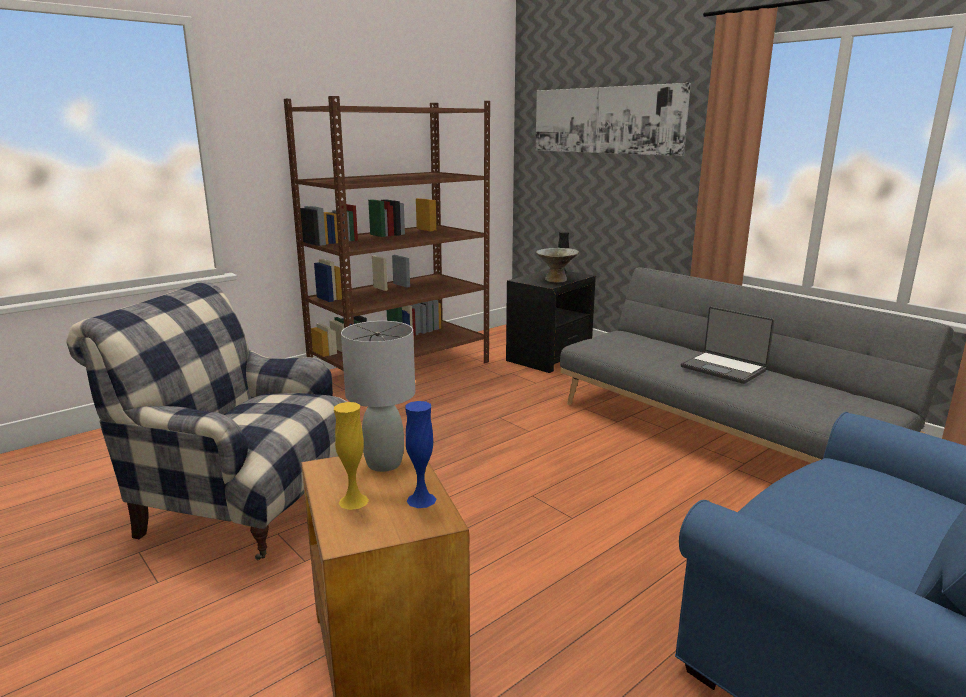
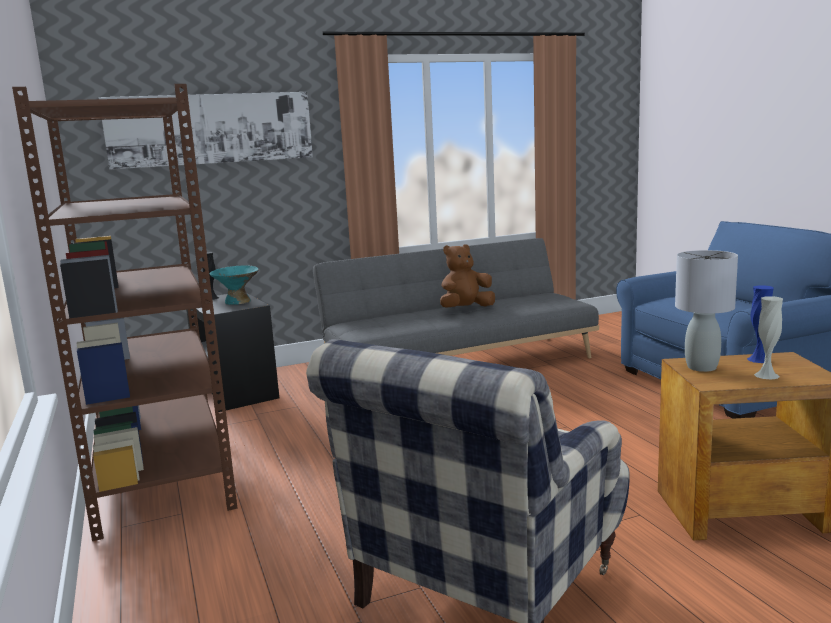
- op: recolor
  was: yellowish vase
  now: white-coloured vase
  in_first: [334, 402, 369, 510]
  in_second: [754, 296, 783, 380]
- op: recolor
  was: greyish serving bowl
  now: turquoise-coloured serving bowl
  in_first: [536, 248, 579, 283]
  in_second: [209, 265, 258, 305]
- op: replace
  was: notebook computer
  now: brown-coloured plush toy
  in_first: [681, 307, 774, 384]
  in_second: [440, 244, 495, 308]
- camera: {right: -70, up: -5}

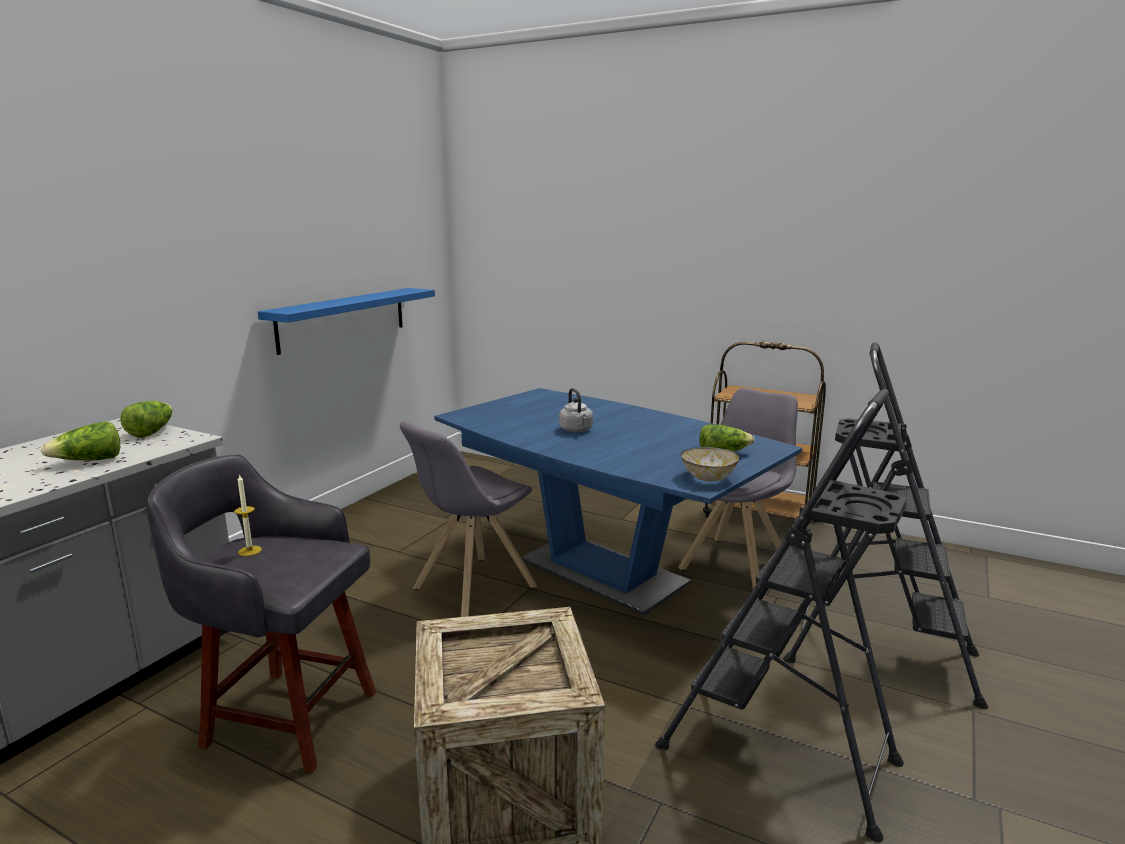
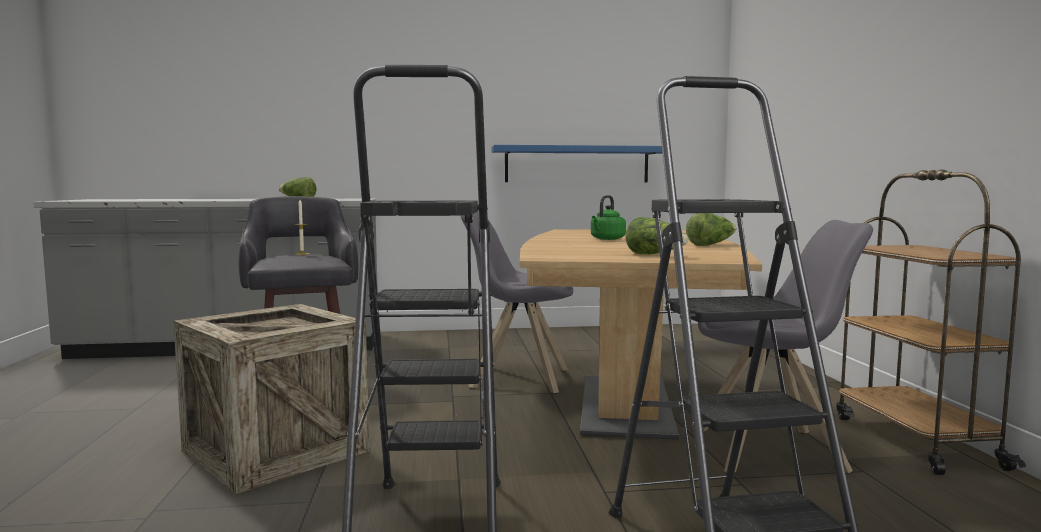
- op: move
  was: head of lettuce
  in_first: [120, 401, 173, 438]
  in_second: [686, 213, 736, 246]
- op: recolor
  was: bluish dining table
  now: brown-coloured dining table
  in_first: [434, 388, 802, 615]
  in_second: [520, 229, 762, 440]
- op: recolor
  was: greyish water kettle
  now: green-coloured water kettle
  in_first: [559, 388, 593, 432]
  in_second: [591, 195, 626, 240]
- op: delete
  was: serving bowl
  in_first: [681, 447, 739, 481]
- camera: {right: 55, up: -10}

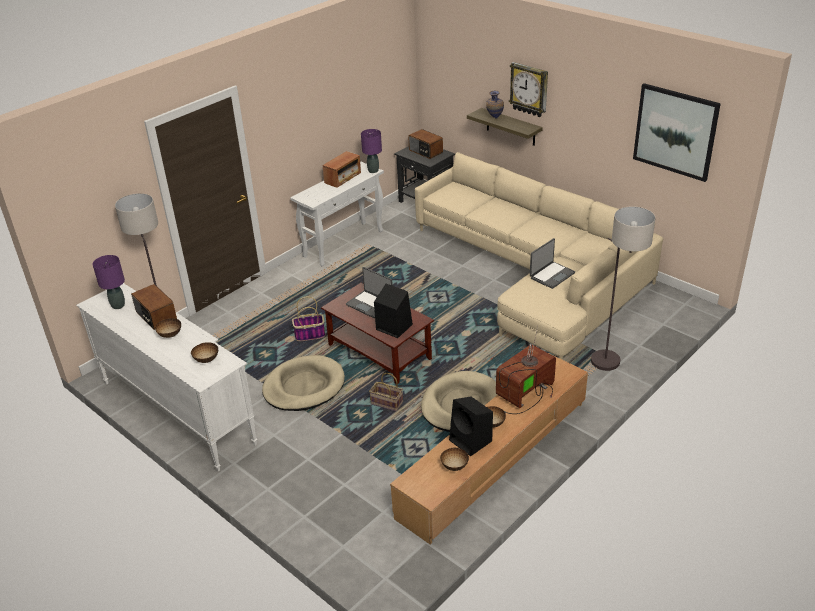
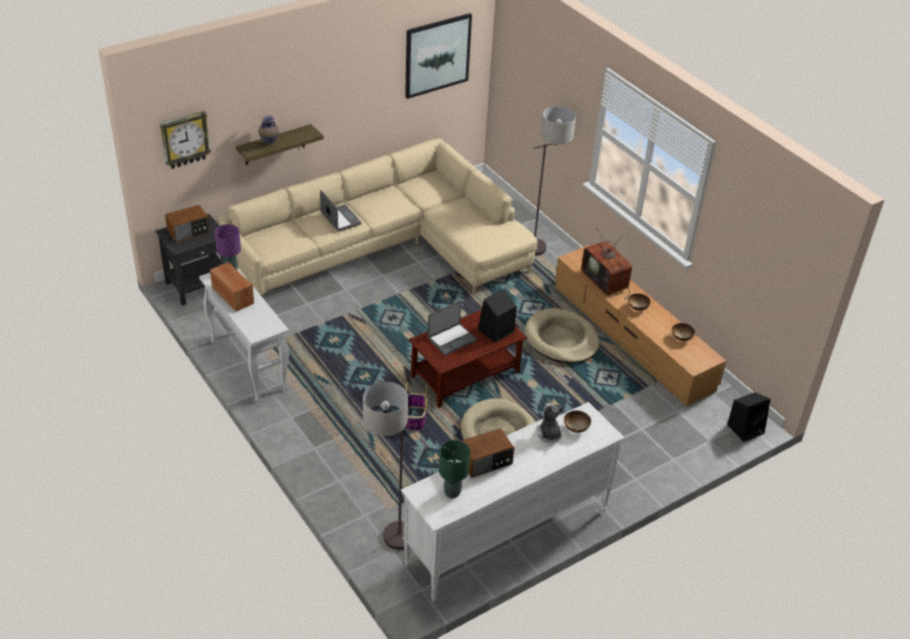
- op: recolor
  was: purplish table lamp
  now: green-coloured table lamp
  in_first: [93, 255, 125, 309]
  in_second: [439, 440, 470, 498]
- op: delete
  was: serving bowl
  in_first: [155, 318, 181, 338]
- op: delete
  was: basket
  in_first: [369, 373, 403, 412]
- op: move
  was: blackish loudspeaker
  in_first: [449, 397, 493, 456]
  in_second: [727, 392, 771, 442]
- op: move
  was: wall clock
  in_first: [509, 62, 548, 117]
  in_second: [160, 111, 211, 169]
- op: move
  was: notebook computer
  in_first: [530, 238, 575, 289]
  in_second: [320, 190, 361, 232]
- op: insert
  now: plush toy
  in_second: [537, 403, 563, 443]
- camera: {right: -80, up: 5}

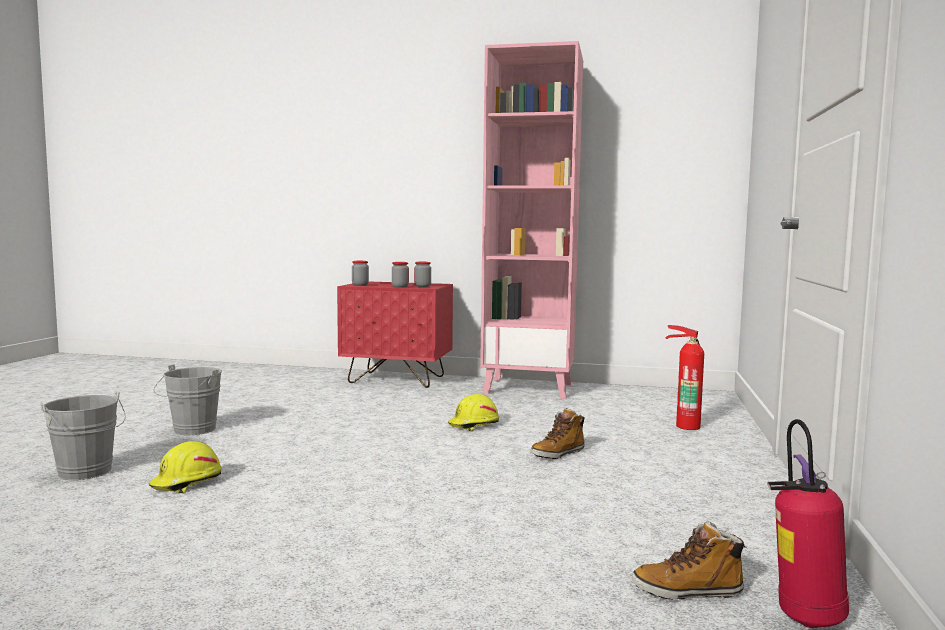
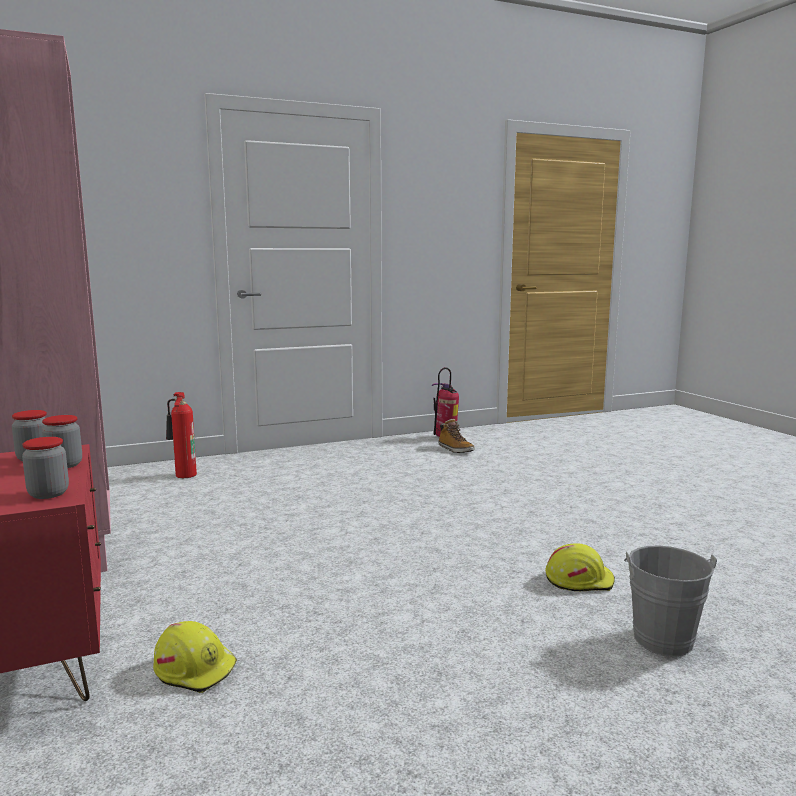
- op: delete
  was: greyish pail
  in_first: [154, 364, 222, 435]
- op: move
  was: yellowish safety helmet
  in_first: [448, 394, 499, 431]
  in_second: [153, 621, 237, 693]
- op: delete
  was: high-top boot
  in_first: [530, 408, 585, 459]
- camera: {right: -125, up: 5}

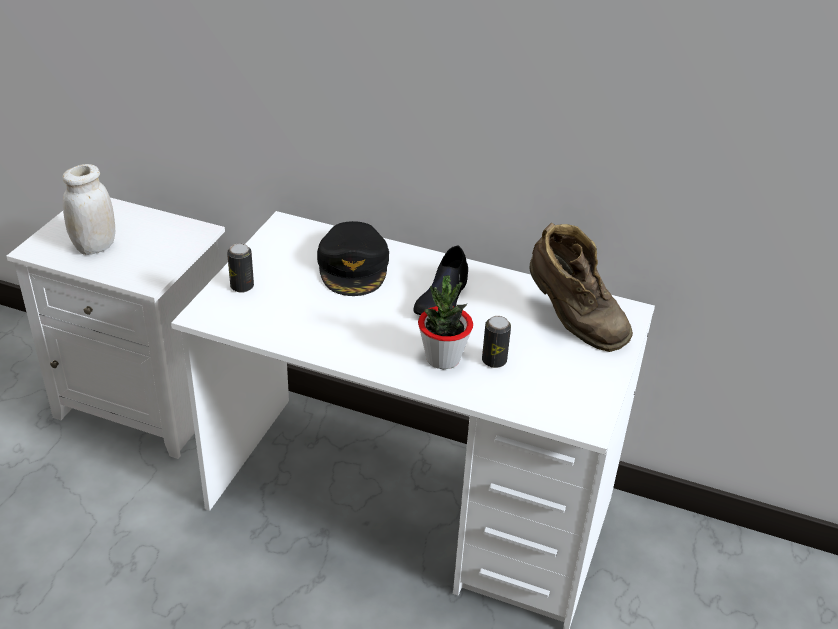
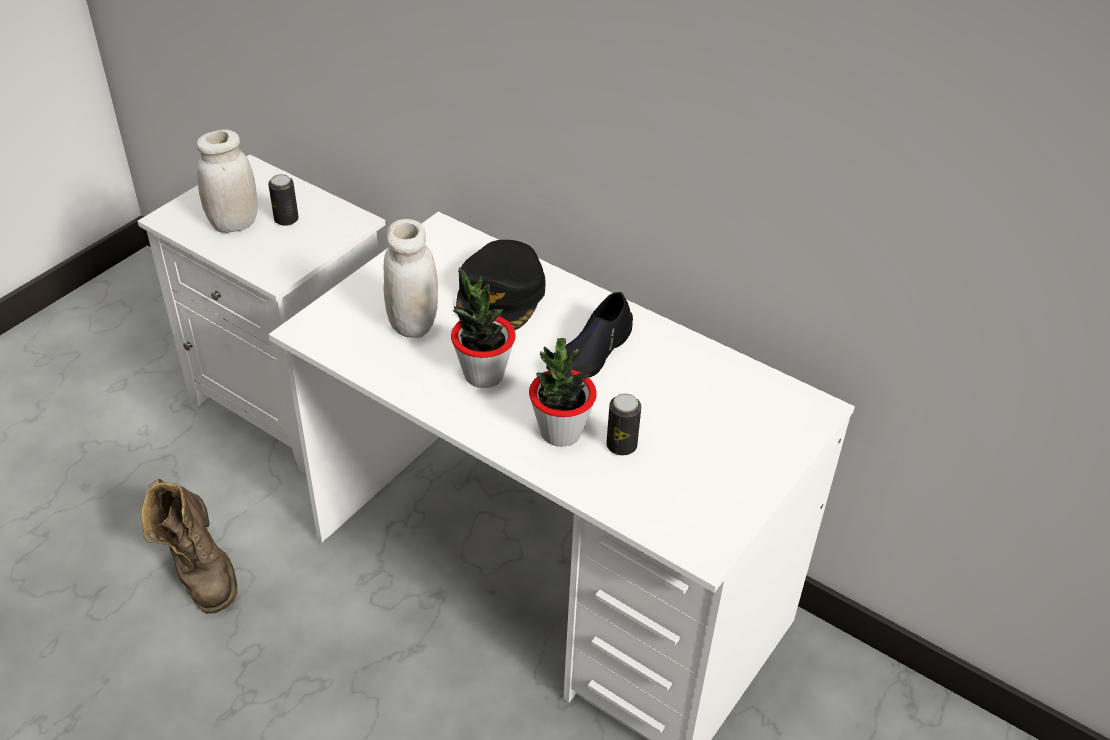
- op: move
  was: metal can
  in_first: [227, 243, 254, 293]
  in_second: [268, 174, 299, 226]
- op: move
  was: brown-coloured high-top boot
  in_first: [530, 223, 633, 352]
  in_second: [142, 479, 237, 614]
- op: insert
  now: white-coloured storage jar
  in_second: [383, 219, 438, 338]
- op: insert
  now: potted plant
  in_second: [451, 267, 516, 388]
- camera: {right: 15, up: 5}

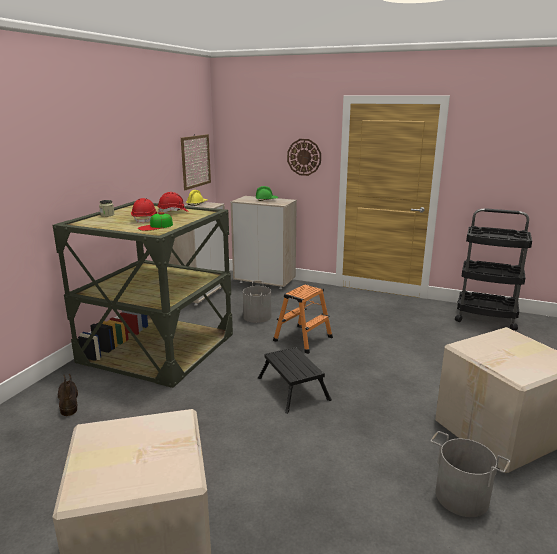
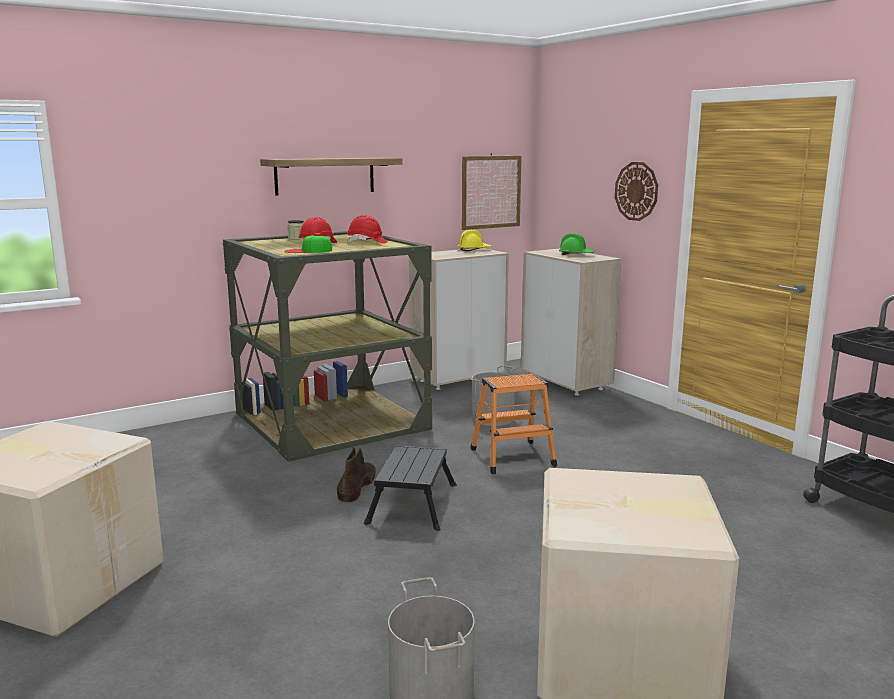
- op: move
  was: brown-coloured high-top boot
  in_first: [58, 374, 78, 417]
  in_second: [337, 447, 376, 502]
- op: insert
  now: bracket shelf
  in_second: [260, 158, 403, 196]
- camera: {right: 35, up: -5}

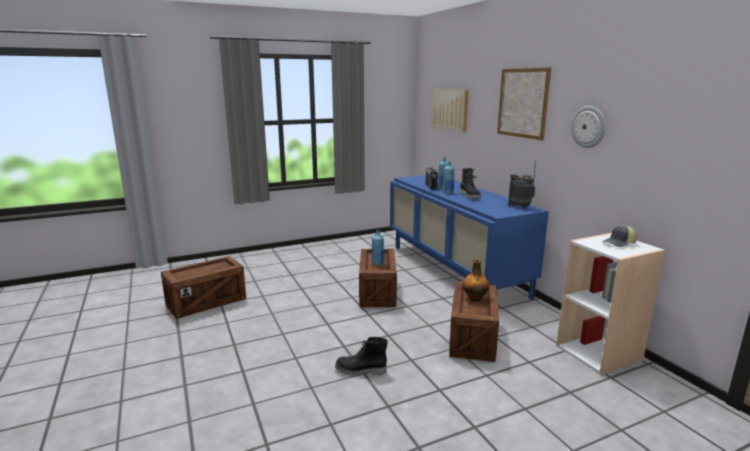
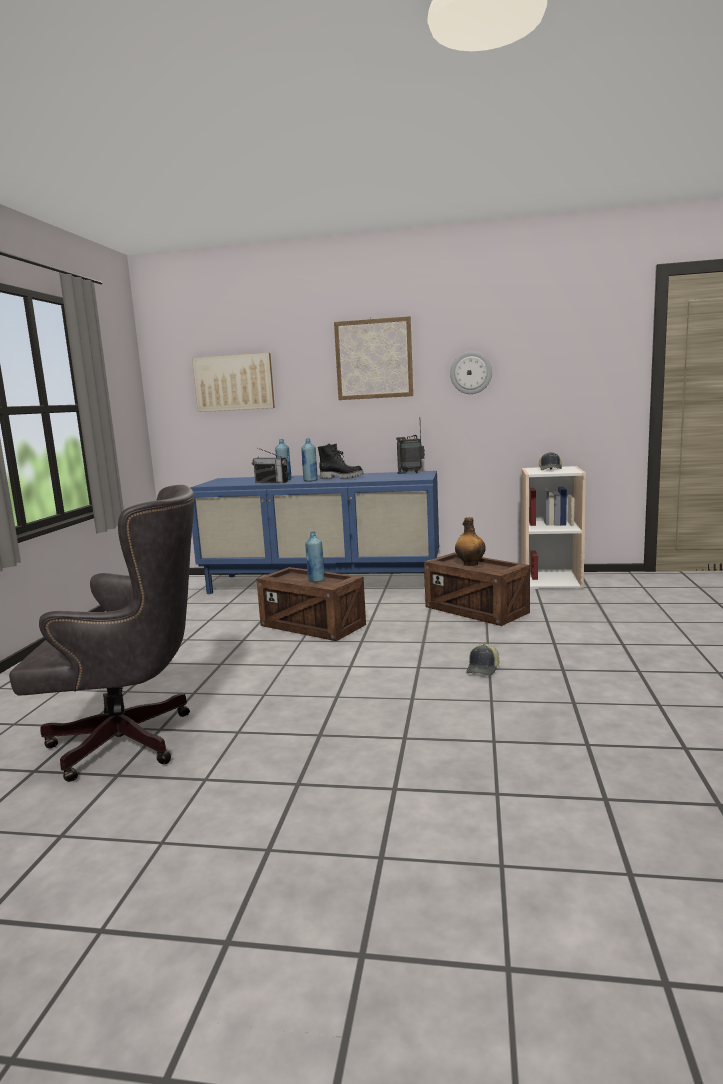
- op: replace
  was: shipping crate
  now: greyish office chair
  in_first: [161, 256, 246, 319]
  in_second: [9, 485, 194, 782]
- op: replace
  was: blackish high-top boot
  now: baseball cap
  in_first: [335, 337, 388, 376]
  in_second: [466, 644, 499, 676]
- camera: {right: -55, up: -5}

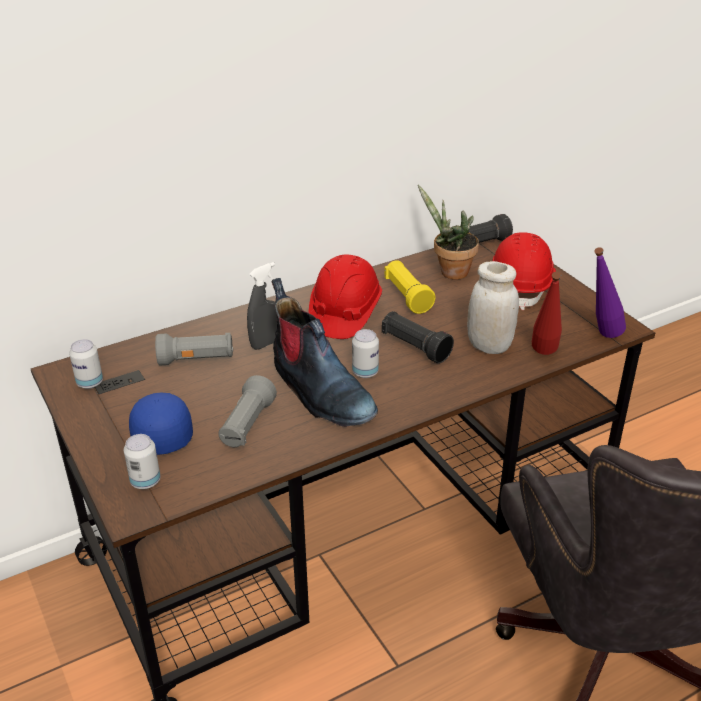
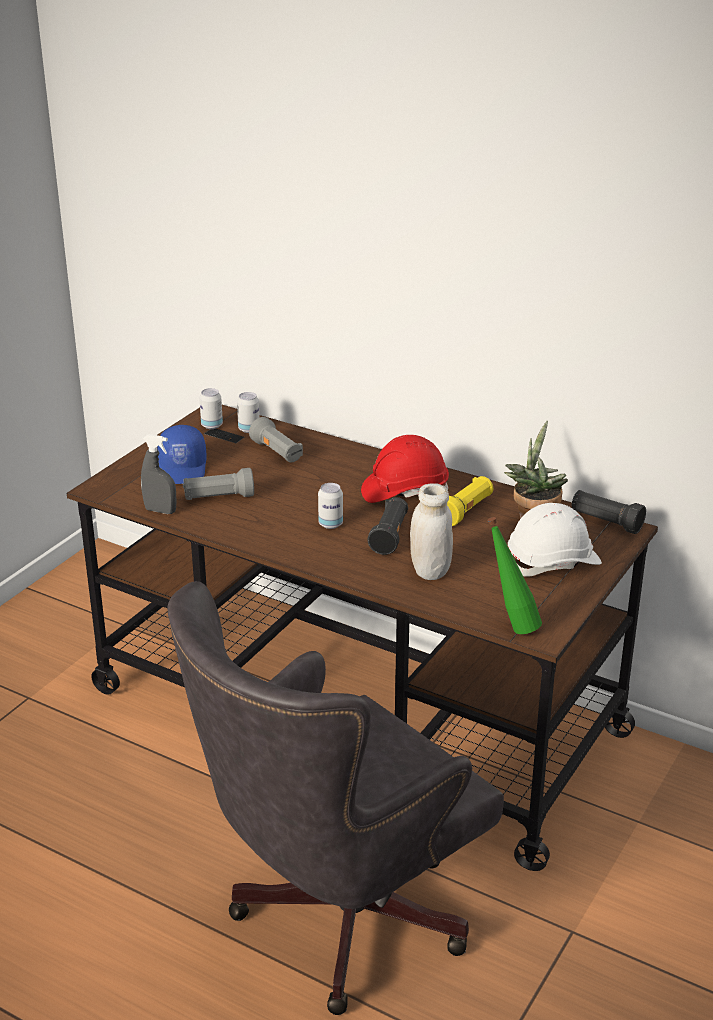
- op: move
  was: metal can
  in_first: [124, 434, 161, 489]
  in_second: [237, 392, 260, 433]
- op: rotate
  was: bluish baseball cap
  in_first: [129, 393, 193, 455]
  in_second: [157, 425, 207, 484]
  clockwise: 135
- op: move
  was: greyish hand sprayer
  in_first: [247, 262, 277, 350]
  in_second: [141, 434, 176, 514]
- op: delete
  was: high-top boot
  in_first: [271, 278, 378, 427]
- op: recolor
  was: reddish safety helmet
  now: white-coloured safety helmet
  in_first: [492, 233, 556, 310]
  in_second: [508, 503, 602, 577]
- op: delete
  was: reddish drink bottle
  in_first: [532, 272, 562, 355]
- op: recolor
  was: purplish drink bottle
  now: green-coloured drink bottle
  in_first: [594, 247, 626, 338]
  in_second: [487, 517, 542, 634]
- camera: {right: 60, up: -5}

